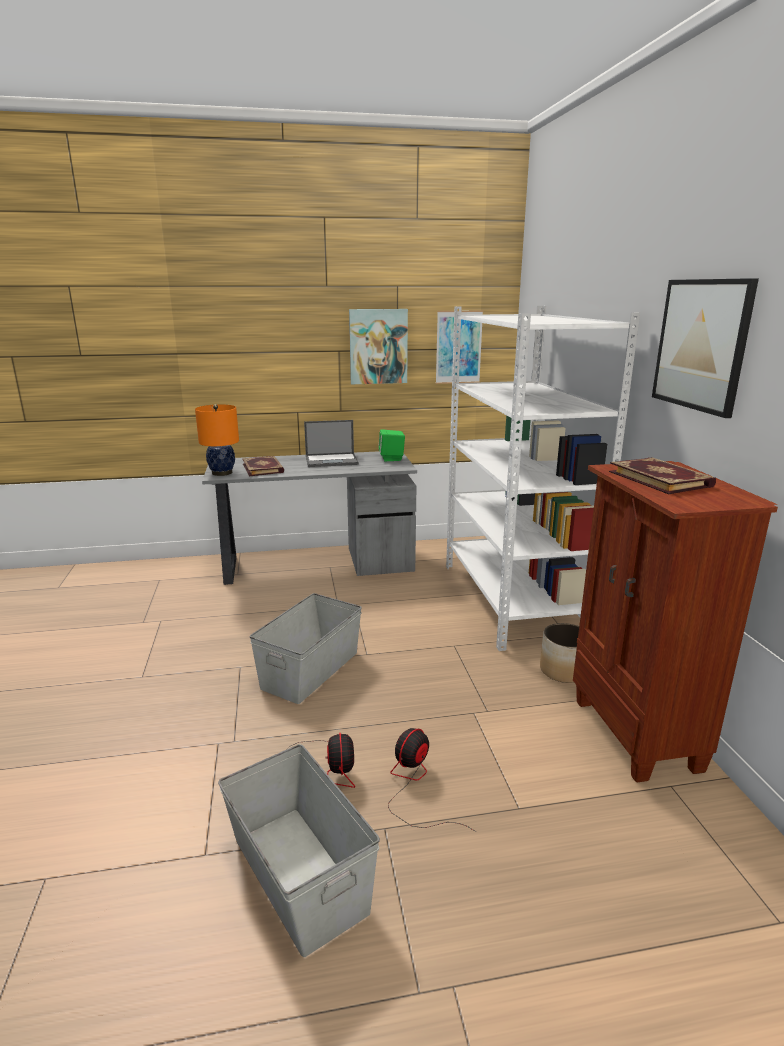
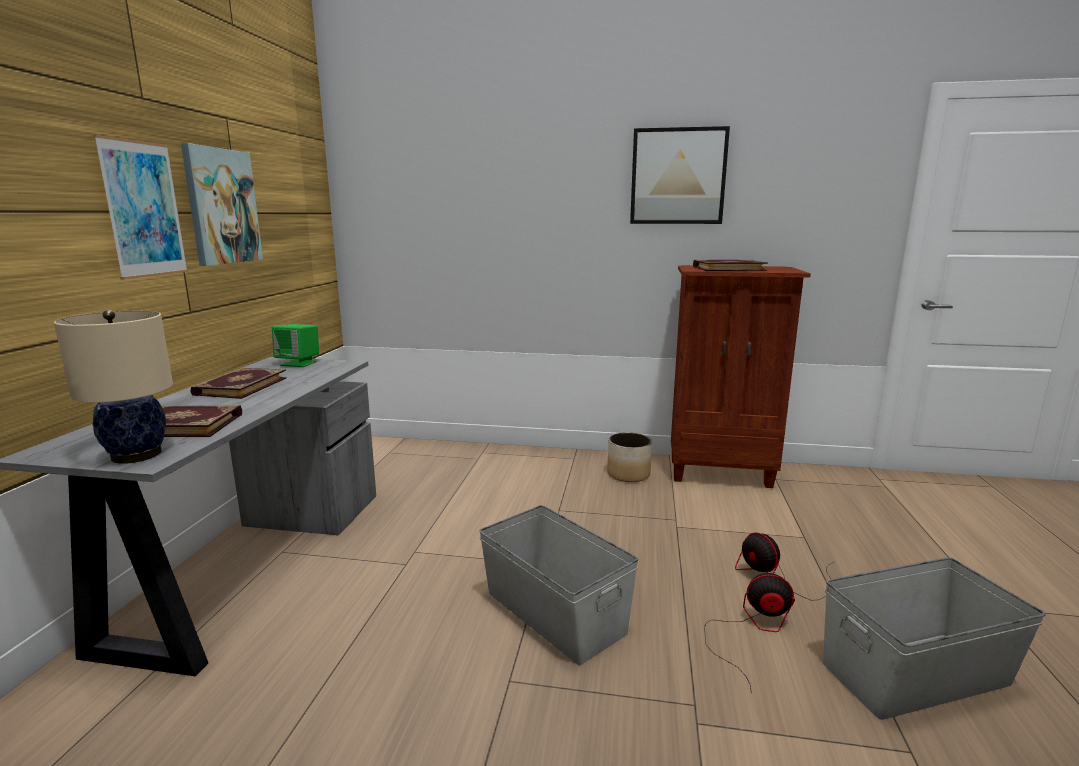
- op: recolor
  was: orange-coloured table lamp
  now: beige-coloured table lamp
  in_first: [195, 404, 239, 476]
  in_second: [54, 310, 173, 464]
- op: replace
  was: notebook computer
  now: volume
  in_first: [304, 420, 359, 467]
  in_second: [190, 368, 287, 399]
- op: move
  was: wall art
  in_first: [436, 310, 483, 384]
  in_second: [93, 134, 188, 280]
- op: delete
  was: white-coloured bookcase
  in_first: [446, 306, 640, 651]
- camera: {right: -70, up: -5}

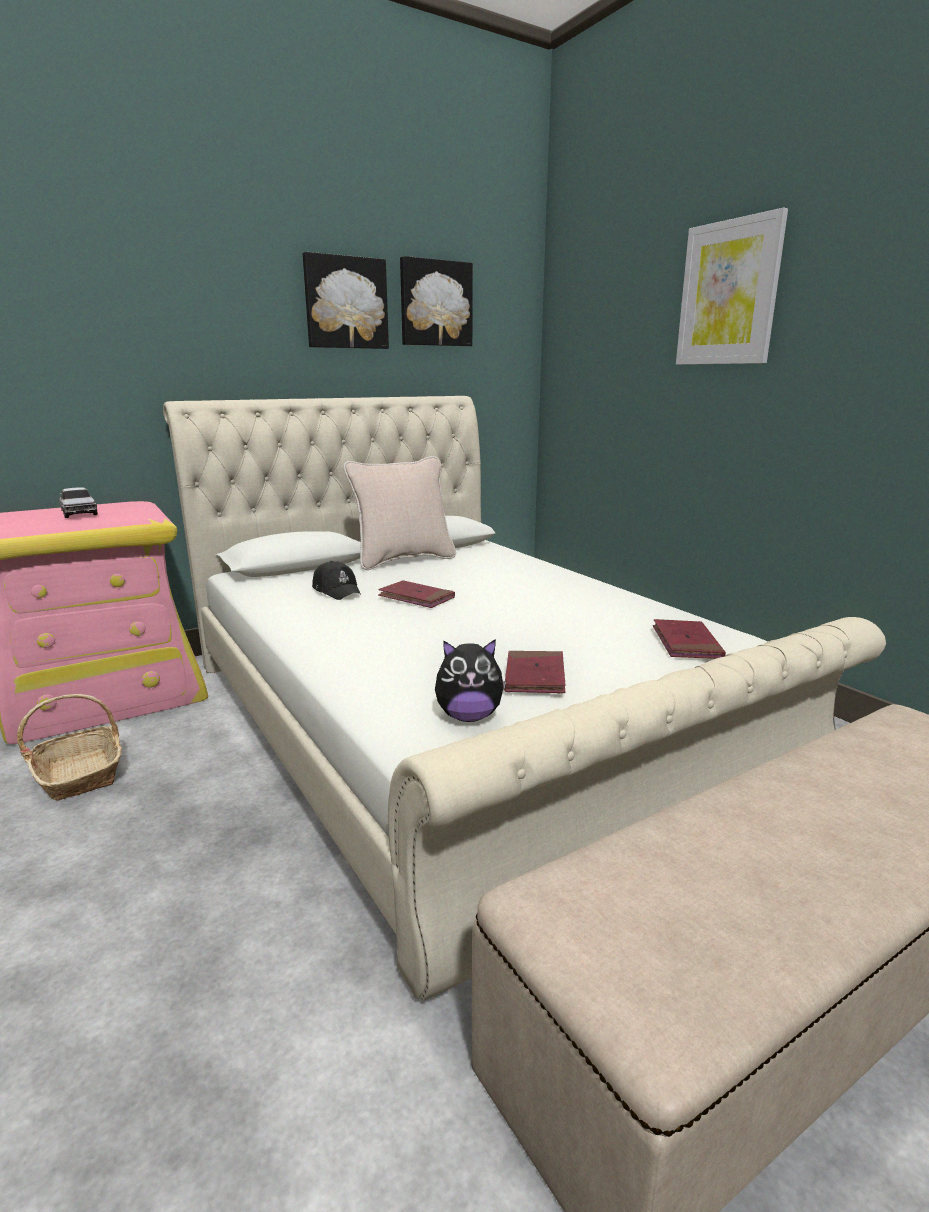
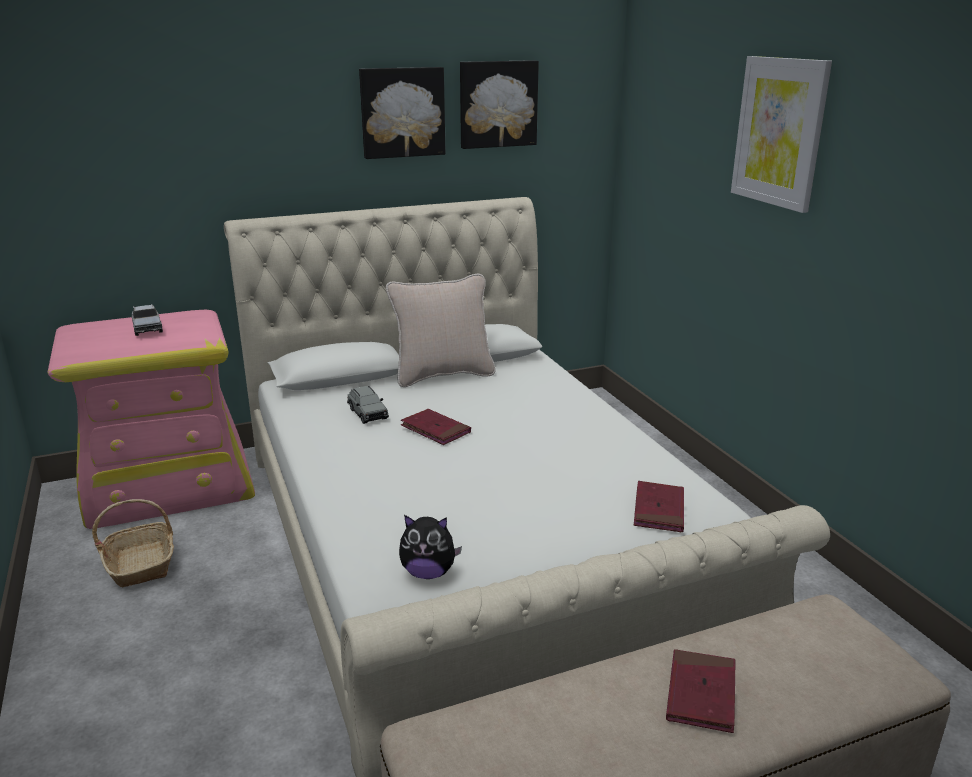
- op: replace
  was: blackish baseball cap
  now: greyish miniature car
  in_first: [312, 561, 361, 600]
  in_second: [347, 386, 389, 424]
- op: move
  was: reddish volume
  in_first: [504, 651, 565, 693]
  in_second: [666, 649, 736, 733]
- camera: {right: 10, up: 5}

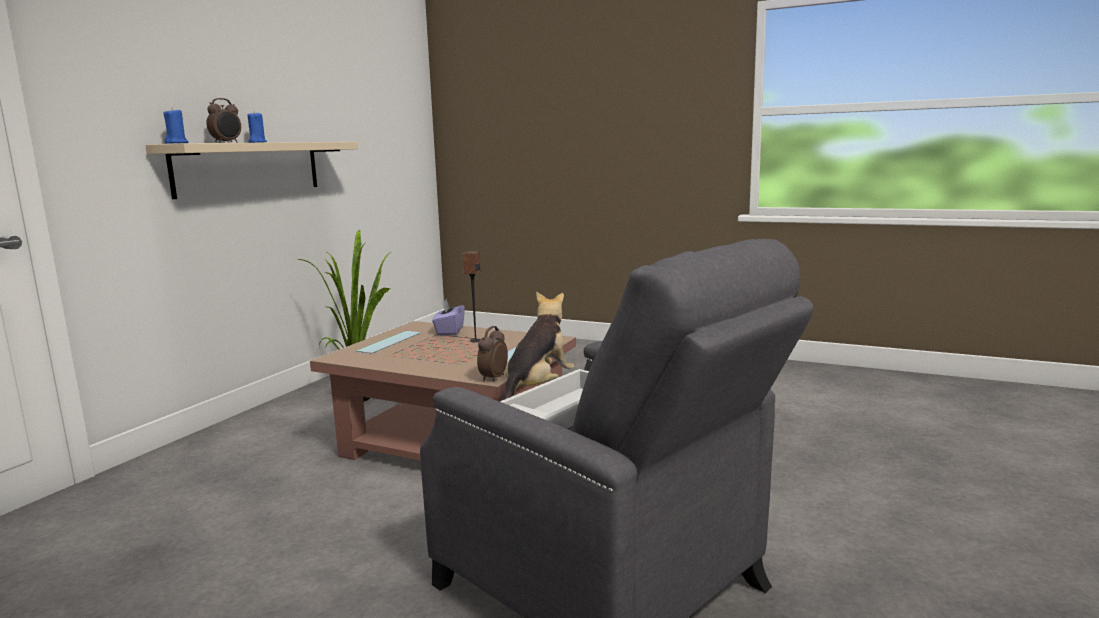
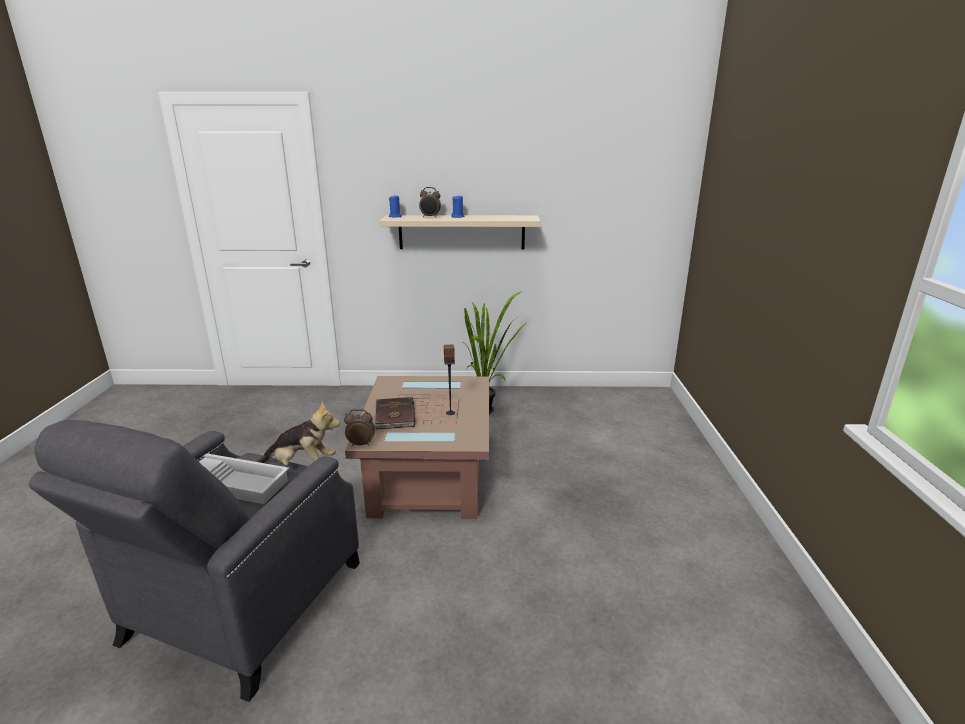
- op: delete
  was: purplish box of tissues
  in_first: [432, 299, 465, 335]
- op: insert
  now: brown-coloured volume
  in_second: [373, 397, 415, 430]
- camera: {right: 65, up: 10}

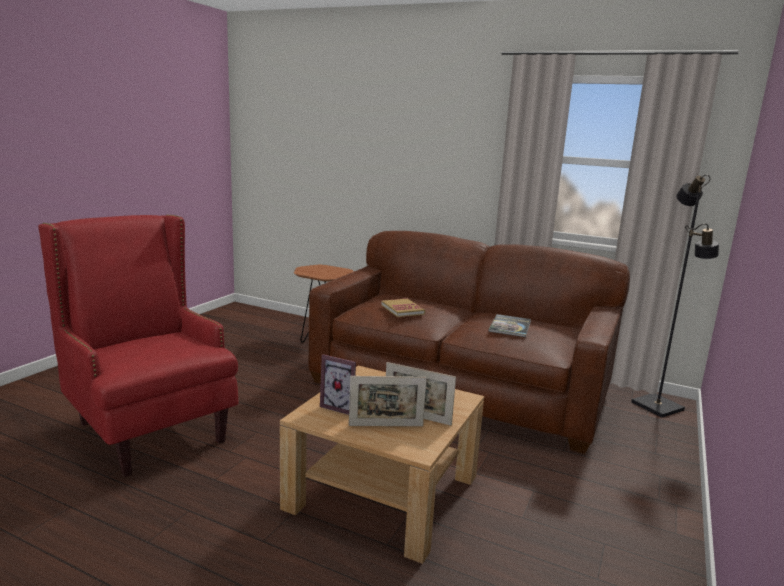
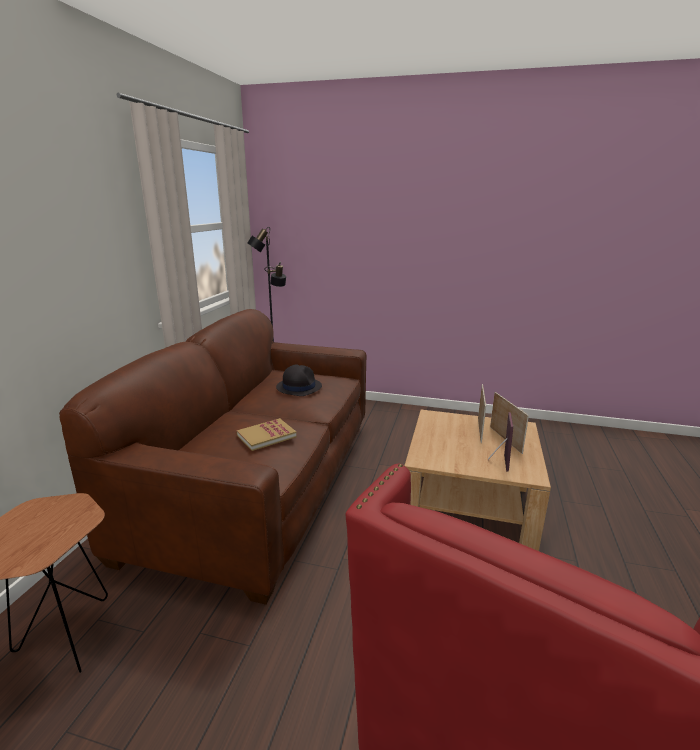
- op: replace
  was: volume
  now: blackish hat
  in_first: [488, 314, 531, 337]
  in_second: [276, 364, 322, 396]
- camera: {right: -100, up: 5}

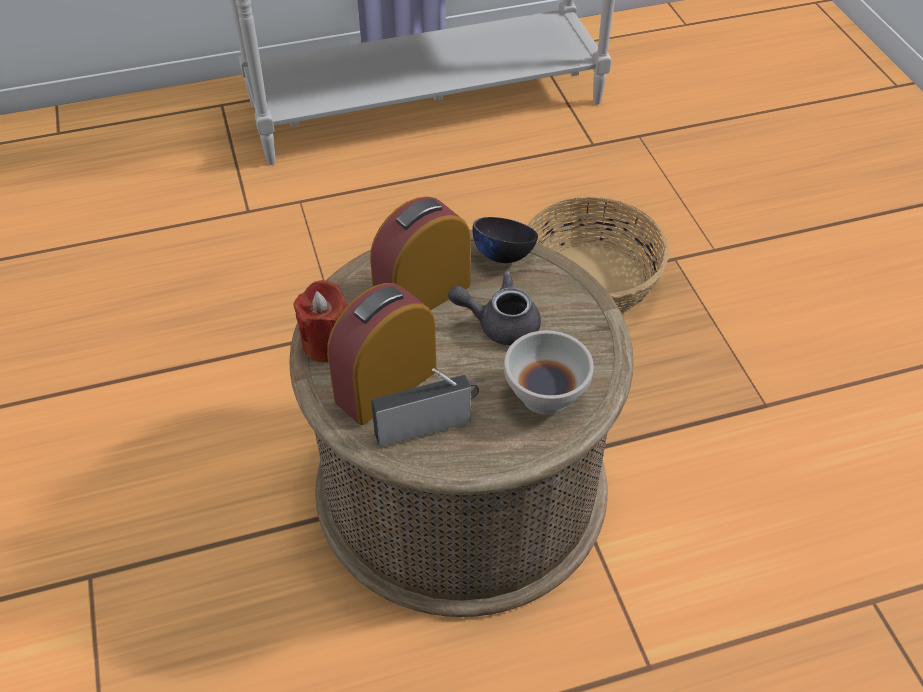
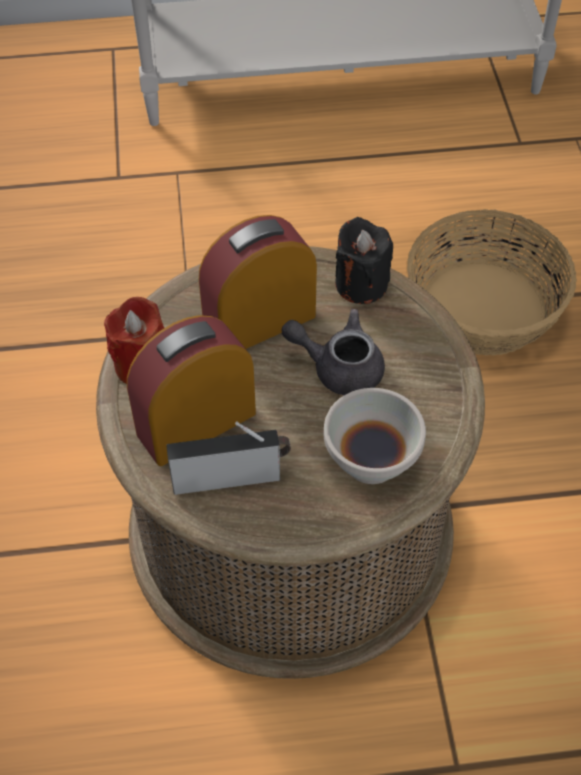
- op: replace
  was: blackish serving bowl
  now: blackish candle
  in_first: [473, 217, 538, 263]
  in_second: [335, 217, 393, 304]
- camera: {right: 10, up: 5}

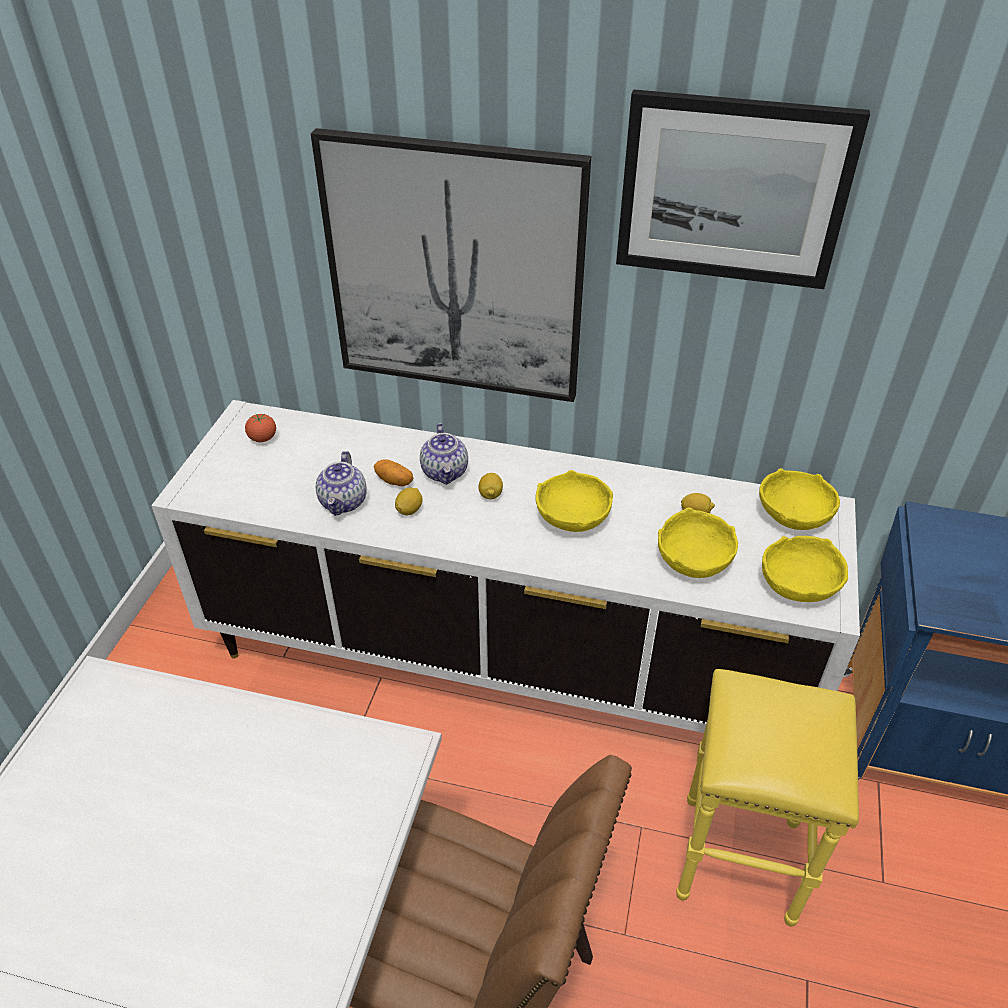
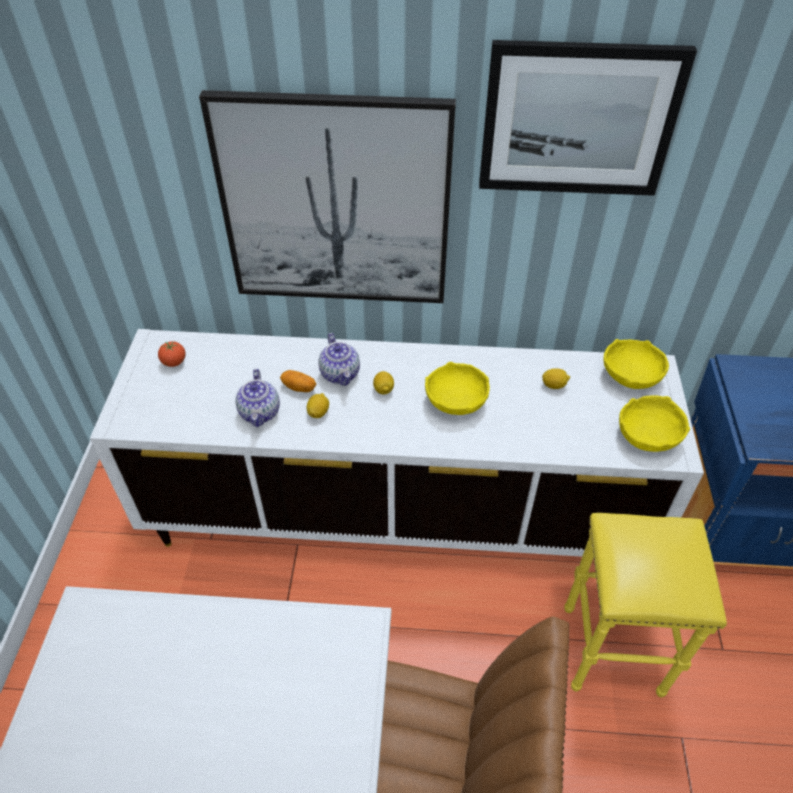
- op: delete
  was: yellowish serving bowl
  in_first: [658, 507, 738, 578]
- camera: {right: -10, up: 5}

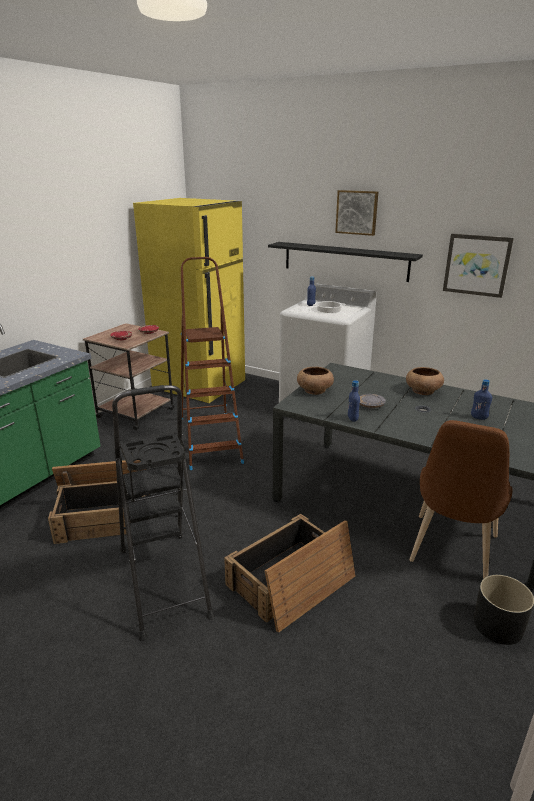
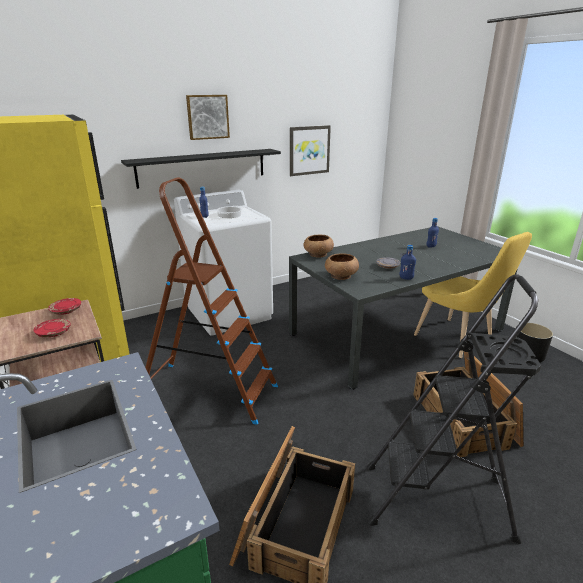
- op: move
  was: brown-coloured serving bowl
  in_first: [406, 367, 444, 395]
  in_second: [303, 235, 334, 258]
- op: recolor
  was: brown-coloured chair
  now: yellowish chair
  in_first: [409, 420, 512, 579]
  in_second: [414, 232, 532, 358]
- camera: {right: -60, up: 0}

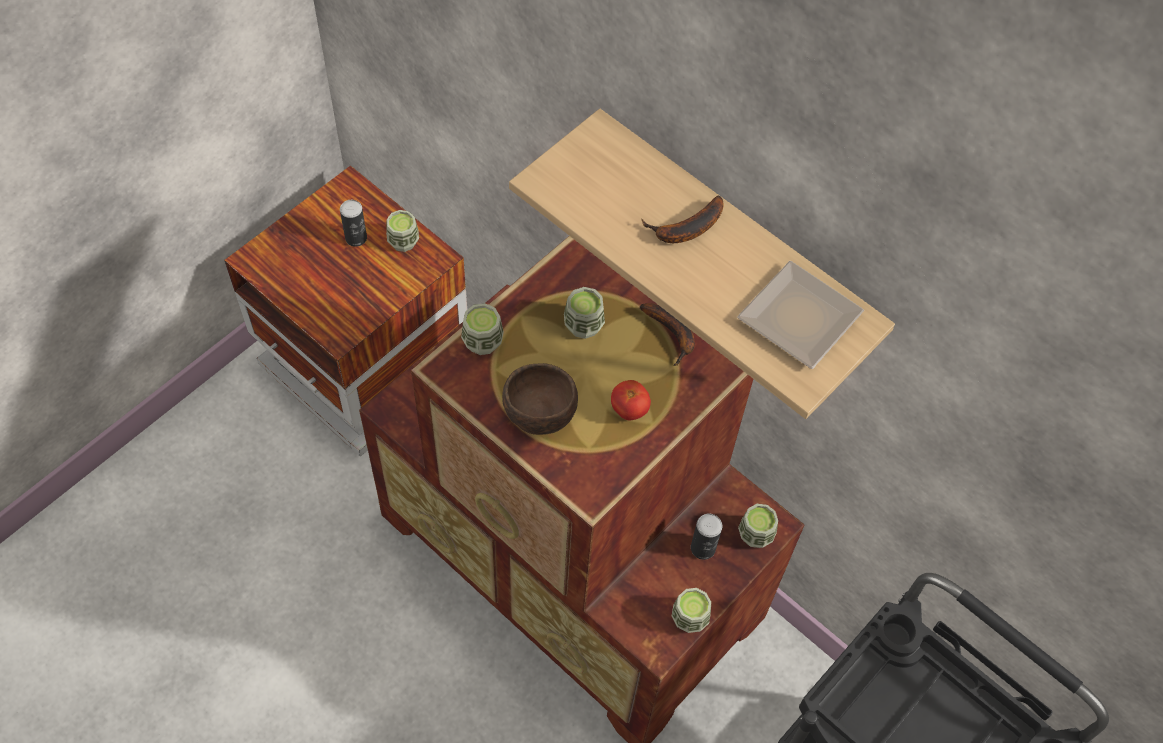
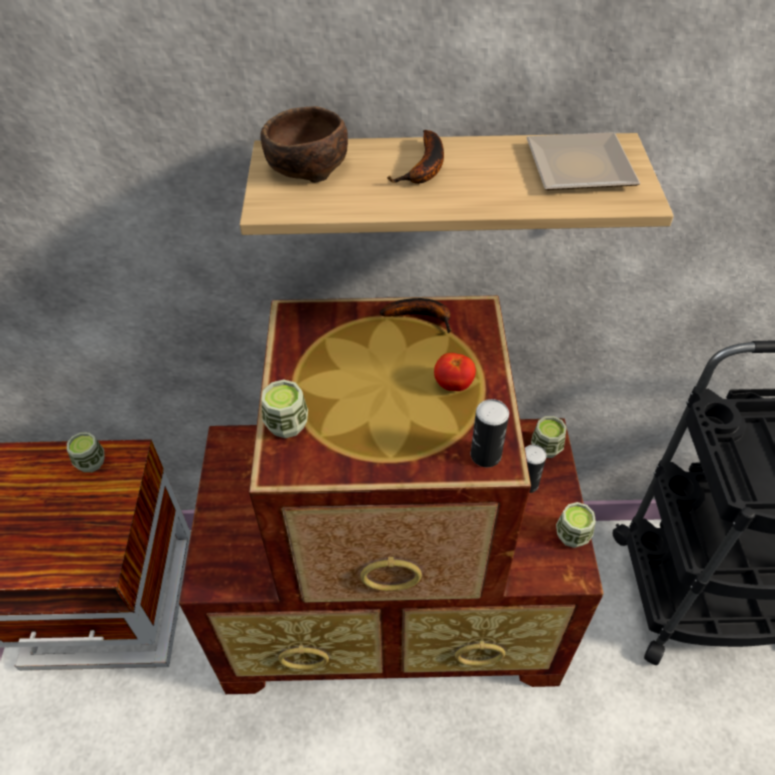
- op: move
  was: metal can
  in_first: [340, 200, 367, 247]
  in_second: [471, 399, 509, 467]
- op: move
  was: brown-coloured serving bowl
  in_first: [502, 363, 578, 435]
  in_second: [261, 106, 348, 183]
- op: delete
  was: cup
  in_first: [564, 287, 605, 339]
- camera: {right: -40, up: -10}

